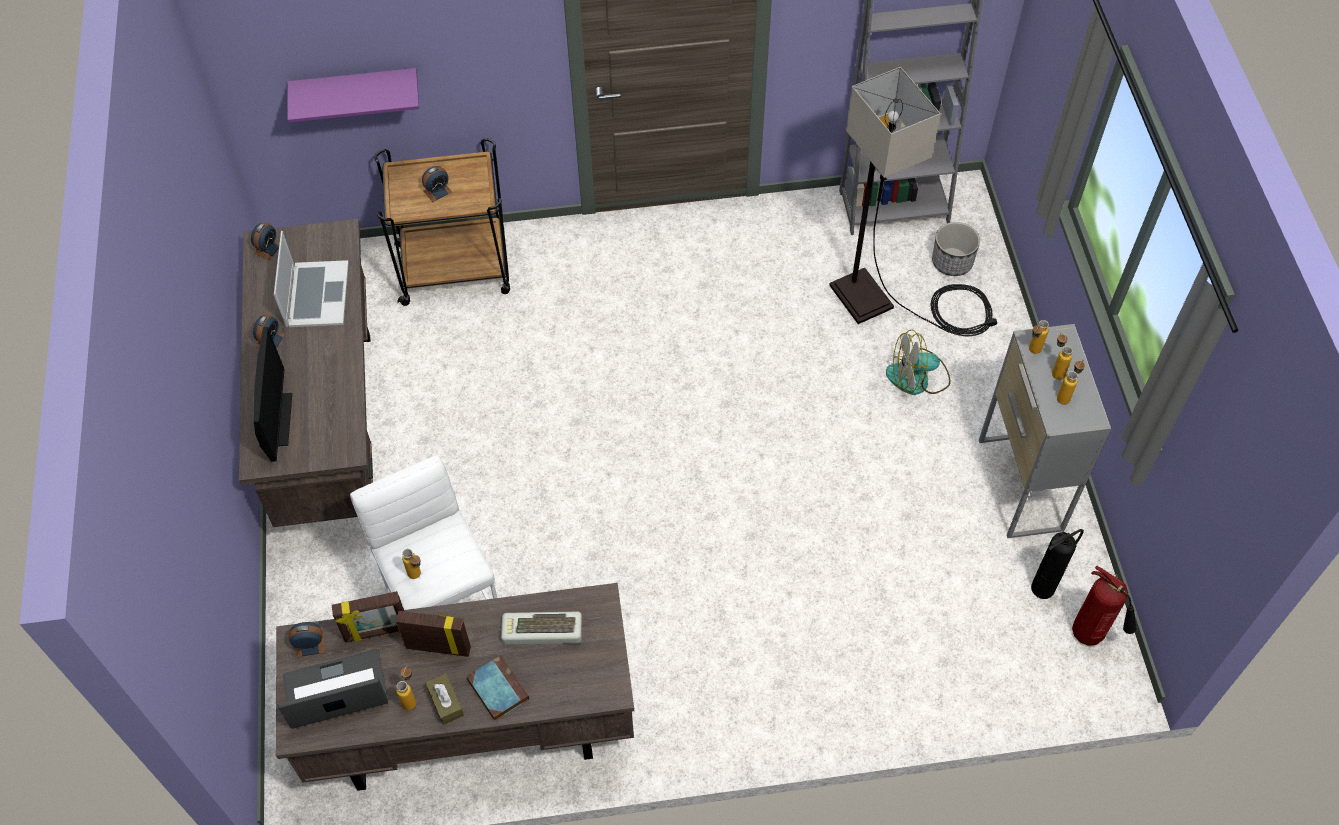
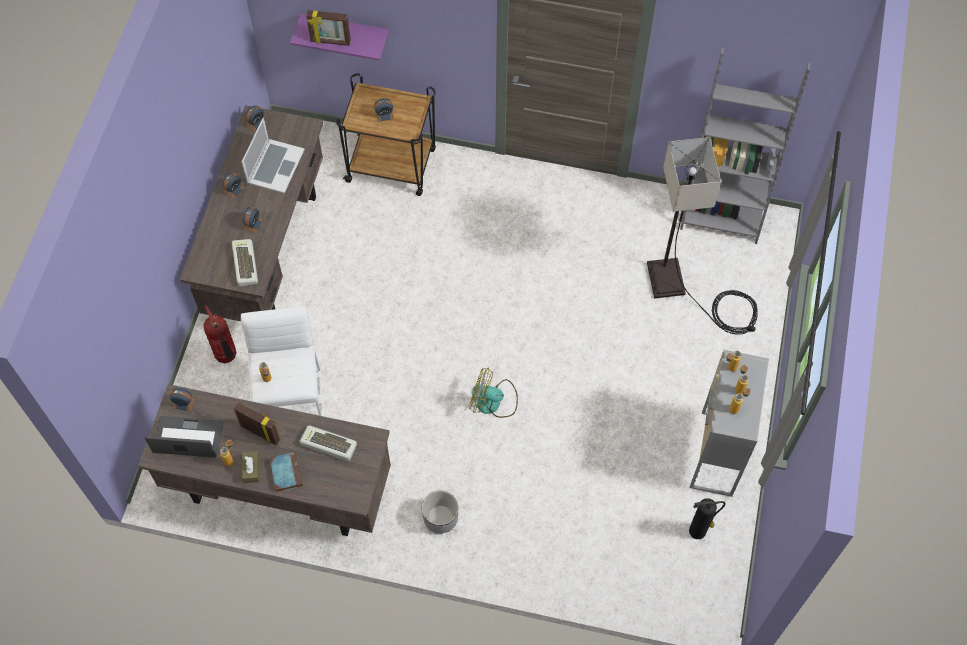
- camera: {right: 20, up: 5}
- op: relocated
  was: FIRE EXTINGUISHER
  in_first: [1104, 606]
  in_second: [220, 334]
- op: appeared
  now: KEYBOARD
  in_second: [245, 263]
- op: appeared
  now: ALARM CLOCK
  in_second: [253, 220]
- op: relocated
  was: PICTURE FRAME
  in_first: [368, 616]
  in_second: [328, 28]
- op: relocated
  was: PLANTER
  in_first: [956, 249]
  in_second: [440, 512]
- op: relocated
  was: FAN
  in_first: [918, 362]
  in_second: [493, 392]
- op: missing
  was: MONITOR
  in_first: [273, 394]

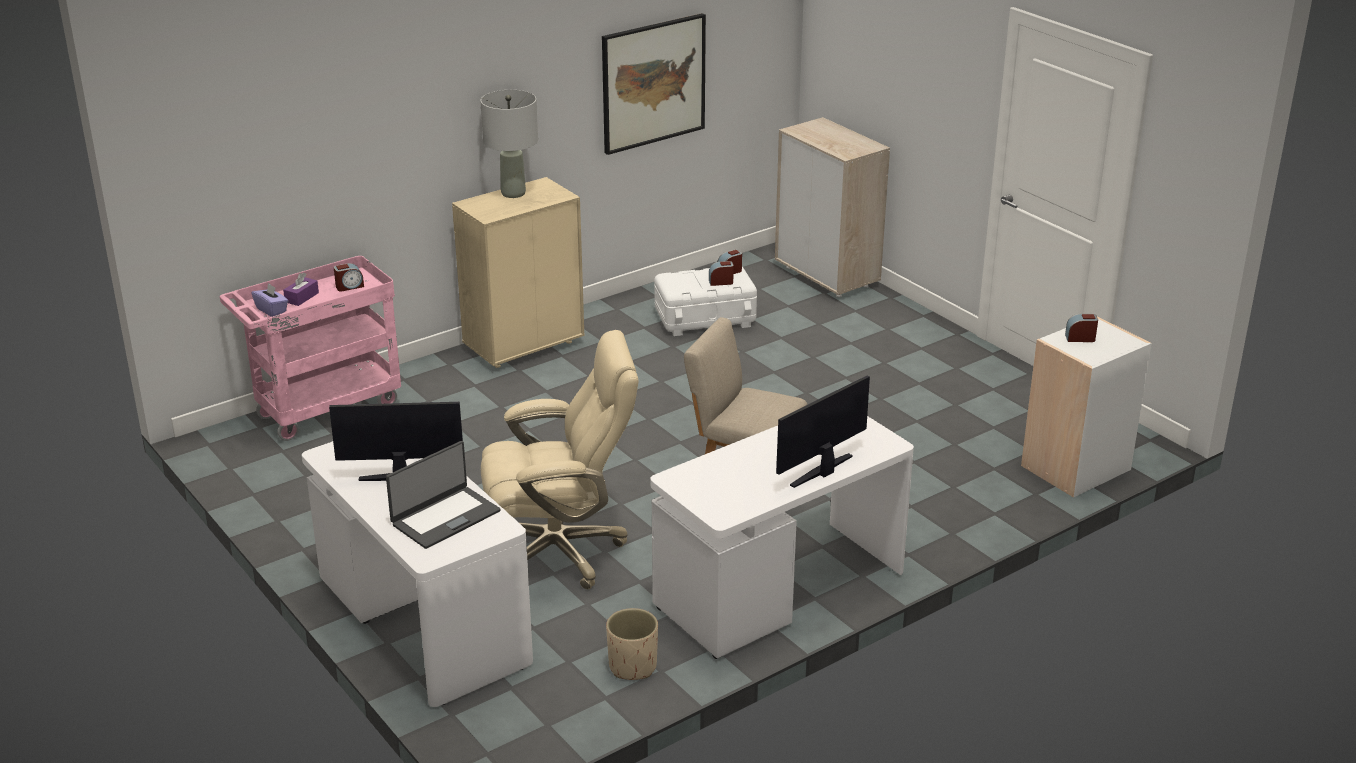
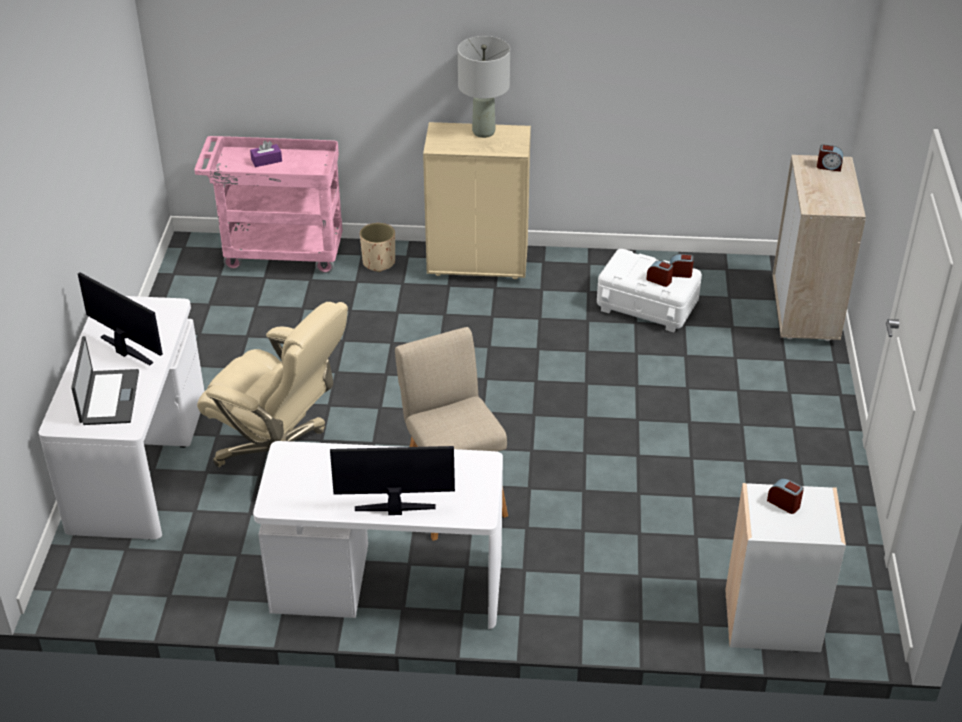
- camera: {right: 40, up: 10}
- op: spun
  was: LAPTOP
  in_first: [443, 495]
  in_second: [105, 380]
  clockwise: -90
- op: relocated
  was: BEIGE PLANTER
  in_first: [632, 644]
  in_second: [377, 247]
- op: relocated
  was: ALARM CLOCK
  in_first: [349, 277]
  in_second: [830, 158]
- op: missing
  was: PURPLE TISSUE BOX
  in_first: [270, 300]
- op: missing
  was: PICTURE
  in_first: [654, 84]

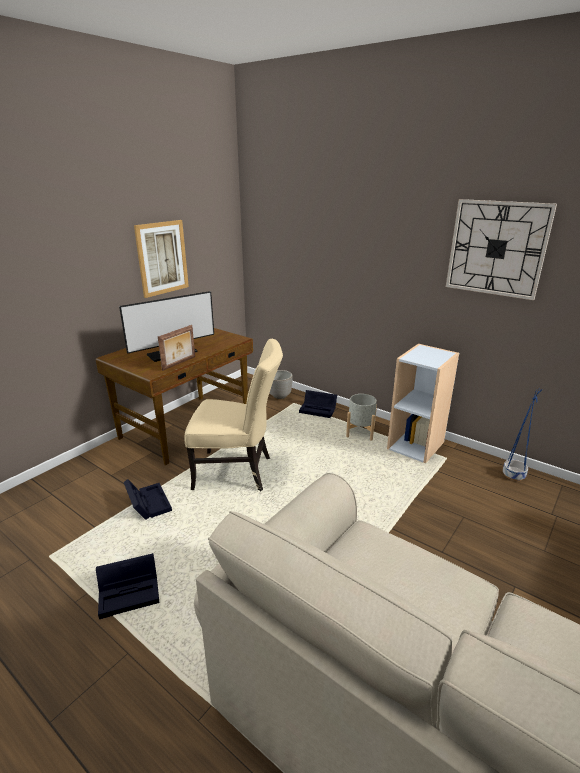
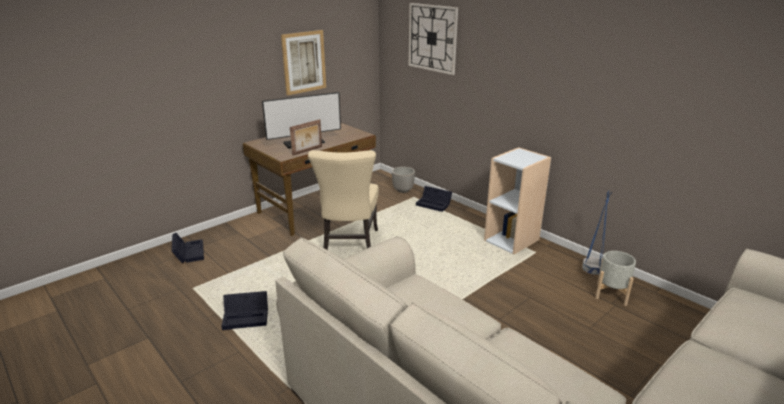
- camera: {right: 10, up: 0}
- op: relocated
  was: BLACK STORAGE BOX
  in_first: [148, 499]
  in_second: [188, 248]
- op: spun
  was: BEIGE CHAIR
  in_first: [233, 415]
  in_second: [343, 200]
  clockwise: 75
- op: relocated
  was: WALL CLOCK
  in_first: [501, 249]
  in_second: [433, 39]
- op: relocated
  was: GREY PLANTER
  in_first: [361, 417]
  in_second: [615, 278]

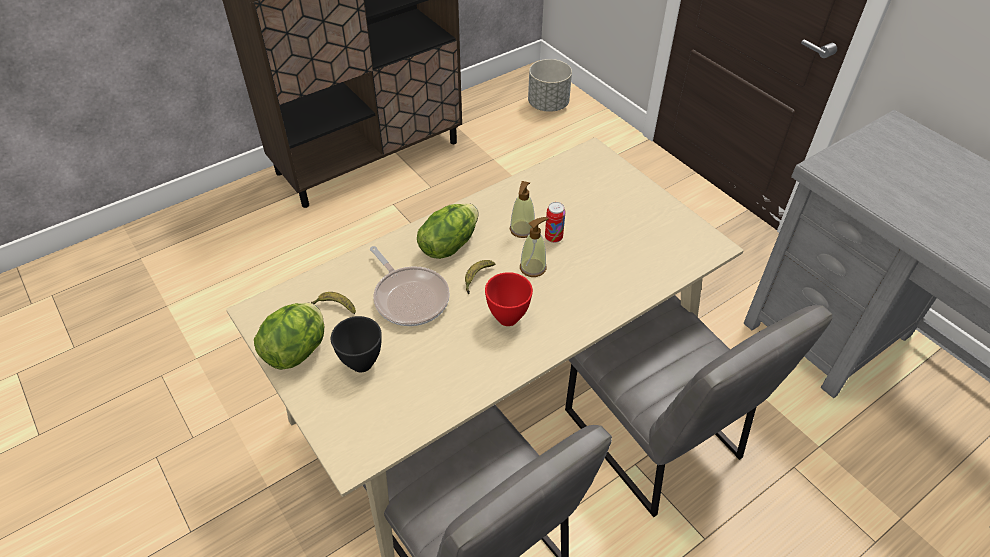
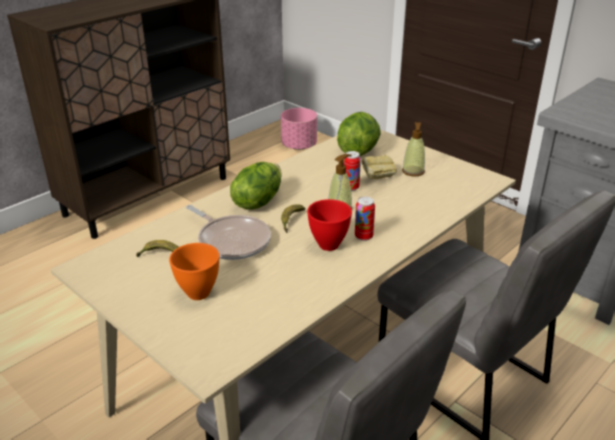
- camera: {right: -10, up: -15}
- op: colour
  was: BLACK BOWL
  now: ORANGE BOWL
  in_first: [356, 344]
  in_second: [194, 271]
- op: colour
  was: GREY PLANTER
  now: PINK PLANTER
  in_first: [550, 85]
  in_second: [299, 129]
- op: relocated
  was: LETTUCE
  in_first: [289, 336]
  in_second: [359, 134]
- op: appeared
  now: CAN
  in_second: [365, 218]
- op: appeared
  now: BREAD
  in_second: [379, 167]
- op: relocated
  was: SOAP DISPENSER
  in_first: [522, 209]
  in_second: [413, 149]

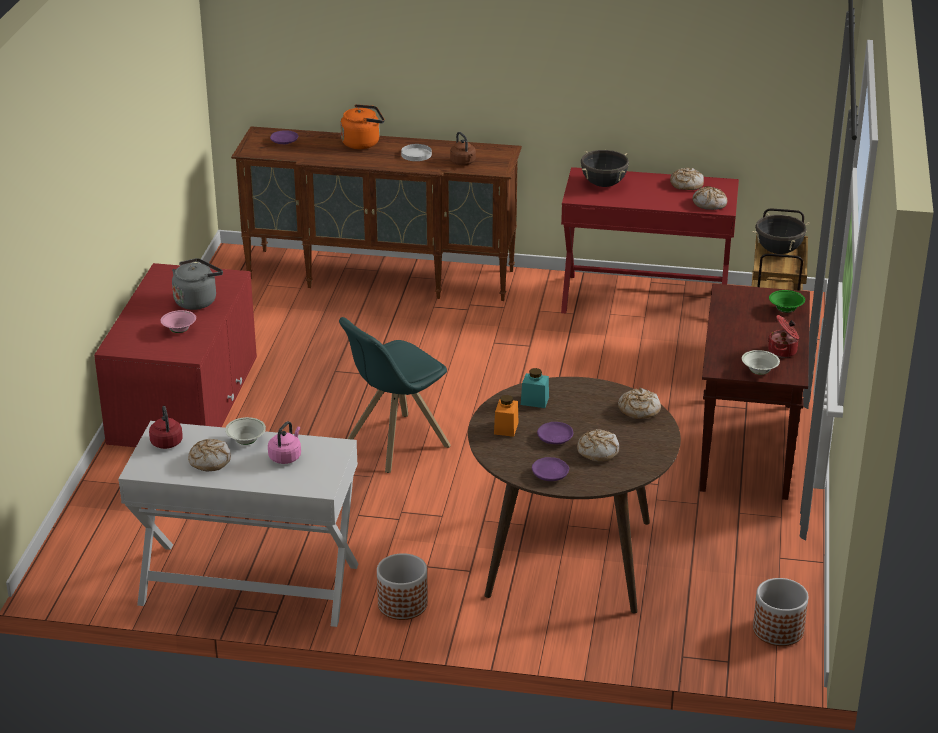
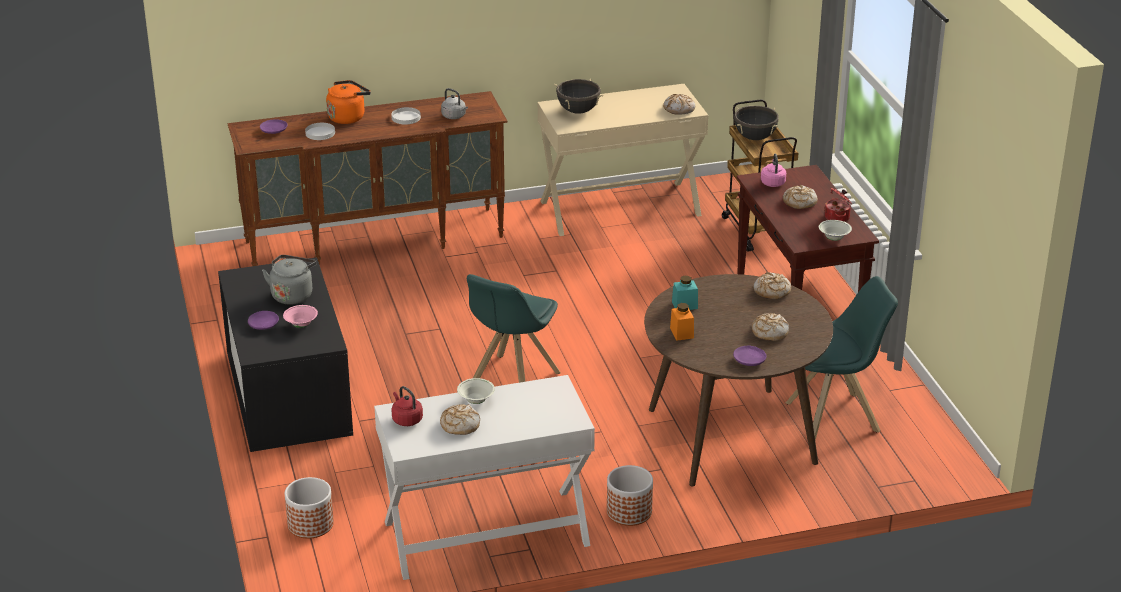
- camera: {right: -25, up: 0}
- op: colour
  was: RED CABINET
  now: BLACK CABINET
  in_first: [175, 355]
  in_second: [285, 354]
- op: relocated
  was: PURPLE PLATE
  in_first: [555, 433]
  in_second: [263, 320]
- op: relocated
  was: PLANTER
  in_first: [780, 612]
  in_second: [309, 508]
- op: appeared
  now: WHITE PLATE
  in_second: [320, 131]
- op: colour
  was: BROWN KETTLE
  now: GREY KETTLE
  in_first: [463, 148]
  in_second: [454, 103]
- op: colour
  was: RED CONSOLE TABLE
  now: BEIGE CONSOLE TABLE
  in_first: [650, 240]
  in_second: [622, 160]
- op: relocated
  was: PINK KETTLE
  in_first: [284, 442]
  in_second: [773, 170]
- op: relocated
  was: BREAD
  in_first: [687, 179]
  in_second: [800, 197]
- op: appeared
  now: TURQUOISE CHAIR
  in_second: [842, 358]
- op: missing
  was: GREEN BOWL
  in_first: [787, 301]

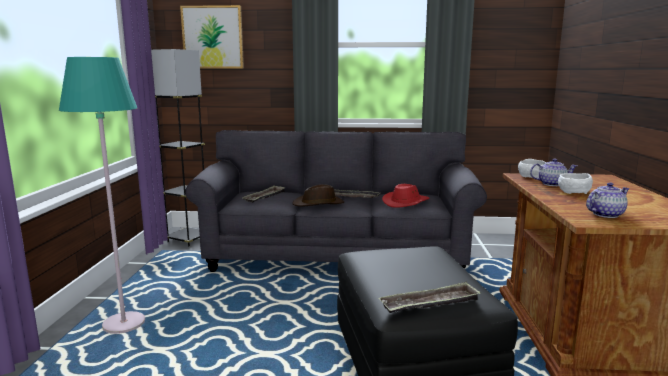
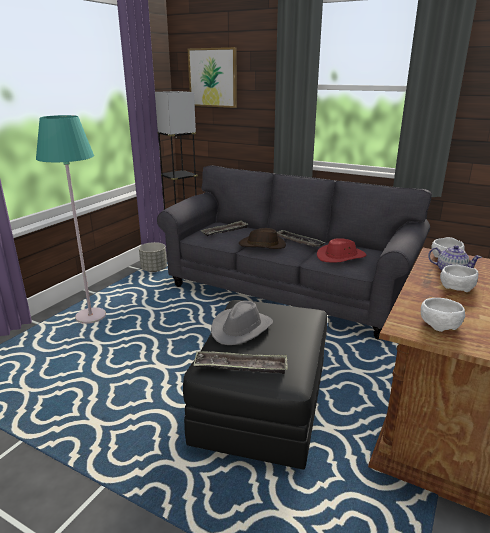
- camera: {right: 25, up: 10}
- op: appeared
  now: GREY PLANTER
  in_second: [153, 257]
- op: appeared
  now: GREY HAT
  in_second: [242, 323]
- op: exchanged
  was: TEAPOT
  now: WHITE BOWL
  in_first: [608, 200]
  in_second: [443, 315]

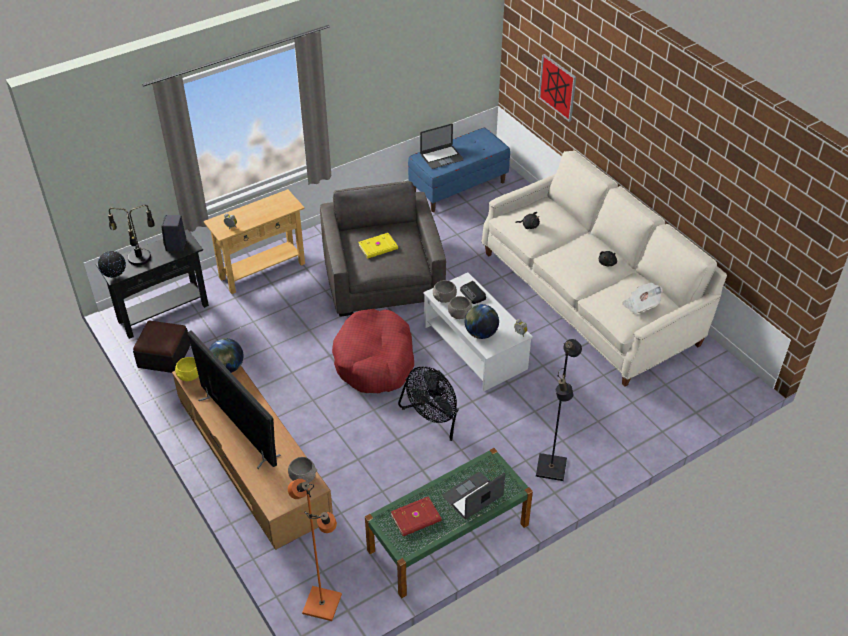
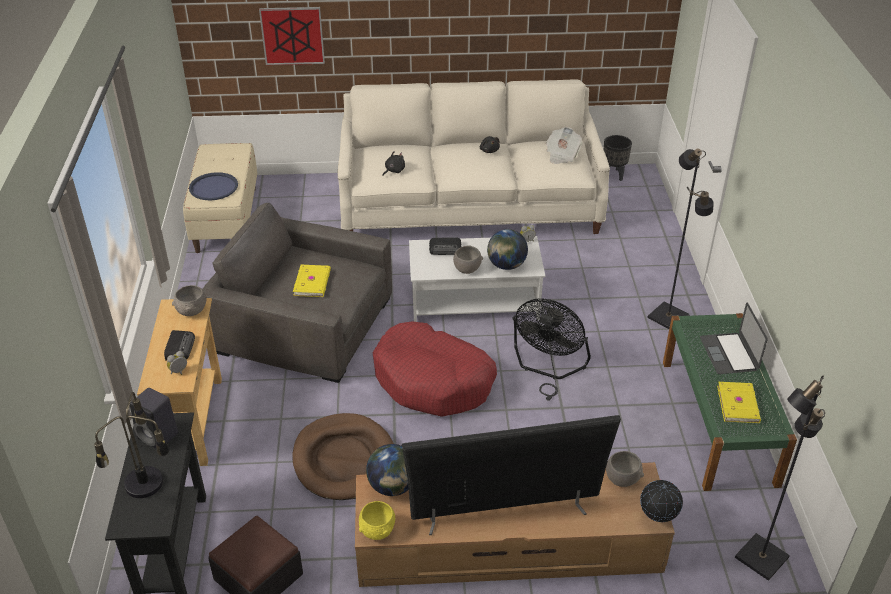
- camera: {right: -60, up: -5}
- op: appeared
  now: RADIO
  in_second: [179, 345]
- op: relocated
  was: GREY BOWL
  in_first: [445, 291]
  in_second: [189, 300]
- op: colour
  was: BLUE BENCH
  now: BEIGE BENCH
  in_first: [459, 169]
  in_second: [220, 198]
- op: exchanged
  was: LAPTOP
  now: BLUE TRAY
  in_first: [442, 146]
  in_second: [213, 186]
- op: appeared
  now: BROWN DOG BED
  in_second: [343, 456]
- op: spun
  was: BLACK FAN
  in_first: [428, 404]
  in_second: [551, 349]
  clockwise: -135
- op: appeared
  now: BLACK PLANTER
  in_second: [618, 158]
- op: relocated
  was: GLOBE
  in_first: [112, 264]
  in_second: [661, 501]
- op: colour
  was: RED BOOK
  now: YELLOW BOOK
  in_first: [416, 516]
  in_second: [739, 402]
- op: colour
  was: ORANGE FLOOR LAMP
  now: BLACK FLOOR LAMP
  in_first: [315, 550]
  in_second: [780, 478]

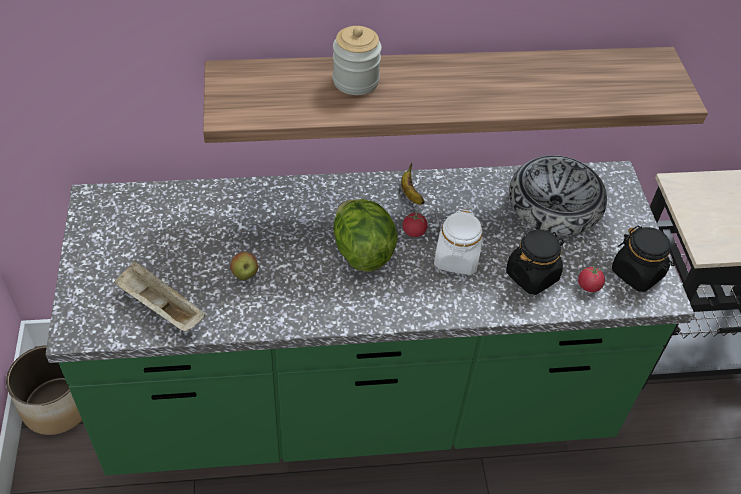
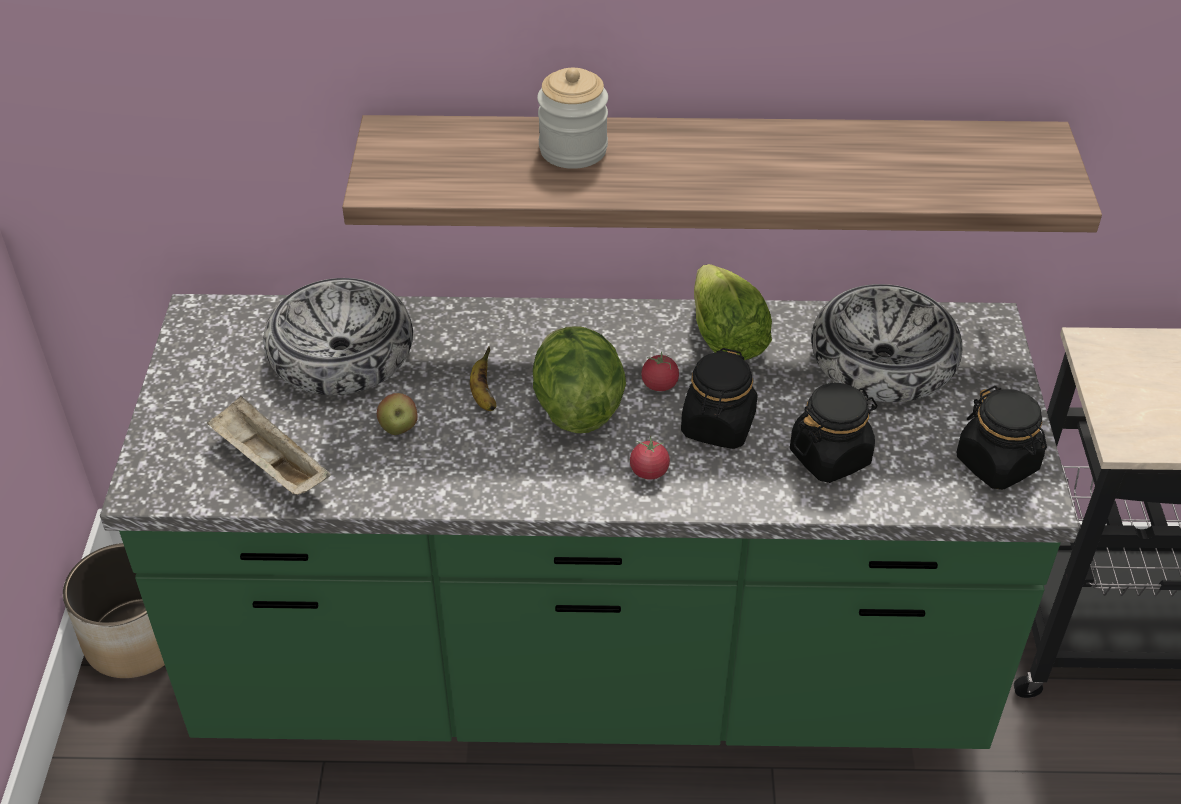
- camera: {right: 10, up: -5}
- op: appeared
  now: BOWL
  in_second: [338, 336]
- op: relocated
  was: BANANA
  in_first: [413, 184]
  in_second: [483, 378]
- op: relocated
  was: TOMATO
  in_first: [591, 278]
  in_second: [650, 458]
- op: colour
  was: WHITE JAR
  now: BLACK JAR
  in_first: [458, 242]
  in_second: [719, 398]
- op: appeared
  now: LETTUCE
  in_second: [733, 312]

